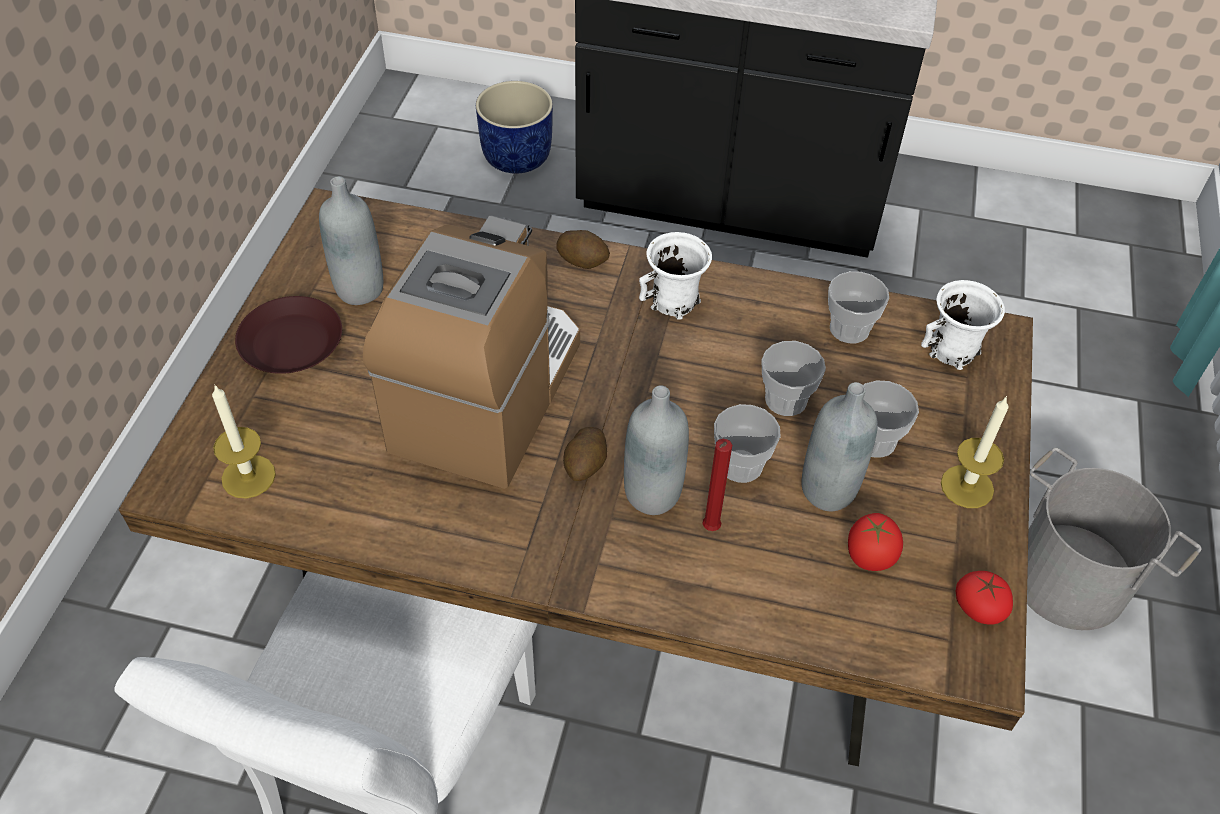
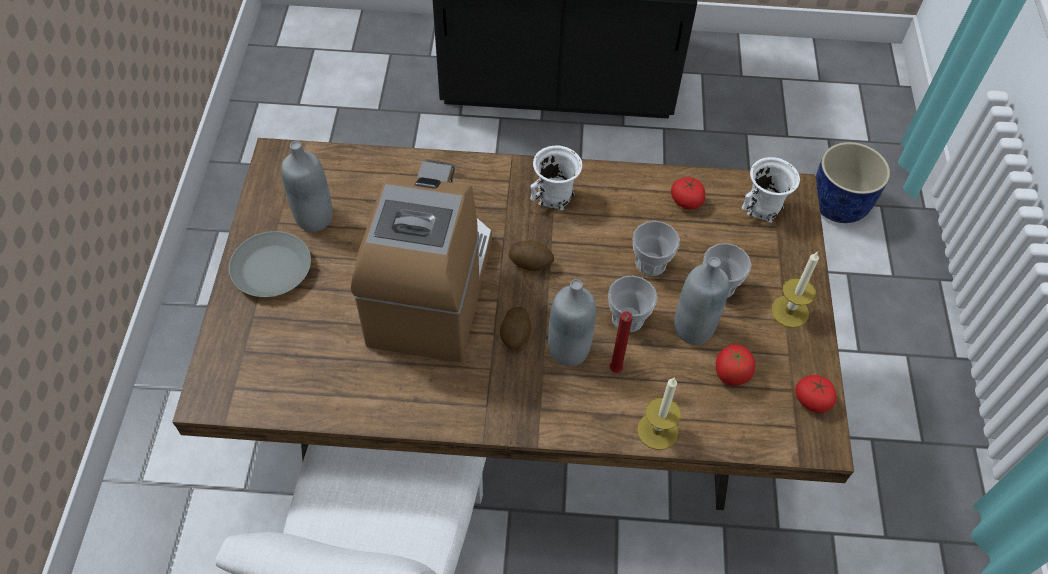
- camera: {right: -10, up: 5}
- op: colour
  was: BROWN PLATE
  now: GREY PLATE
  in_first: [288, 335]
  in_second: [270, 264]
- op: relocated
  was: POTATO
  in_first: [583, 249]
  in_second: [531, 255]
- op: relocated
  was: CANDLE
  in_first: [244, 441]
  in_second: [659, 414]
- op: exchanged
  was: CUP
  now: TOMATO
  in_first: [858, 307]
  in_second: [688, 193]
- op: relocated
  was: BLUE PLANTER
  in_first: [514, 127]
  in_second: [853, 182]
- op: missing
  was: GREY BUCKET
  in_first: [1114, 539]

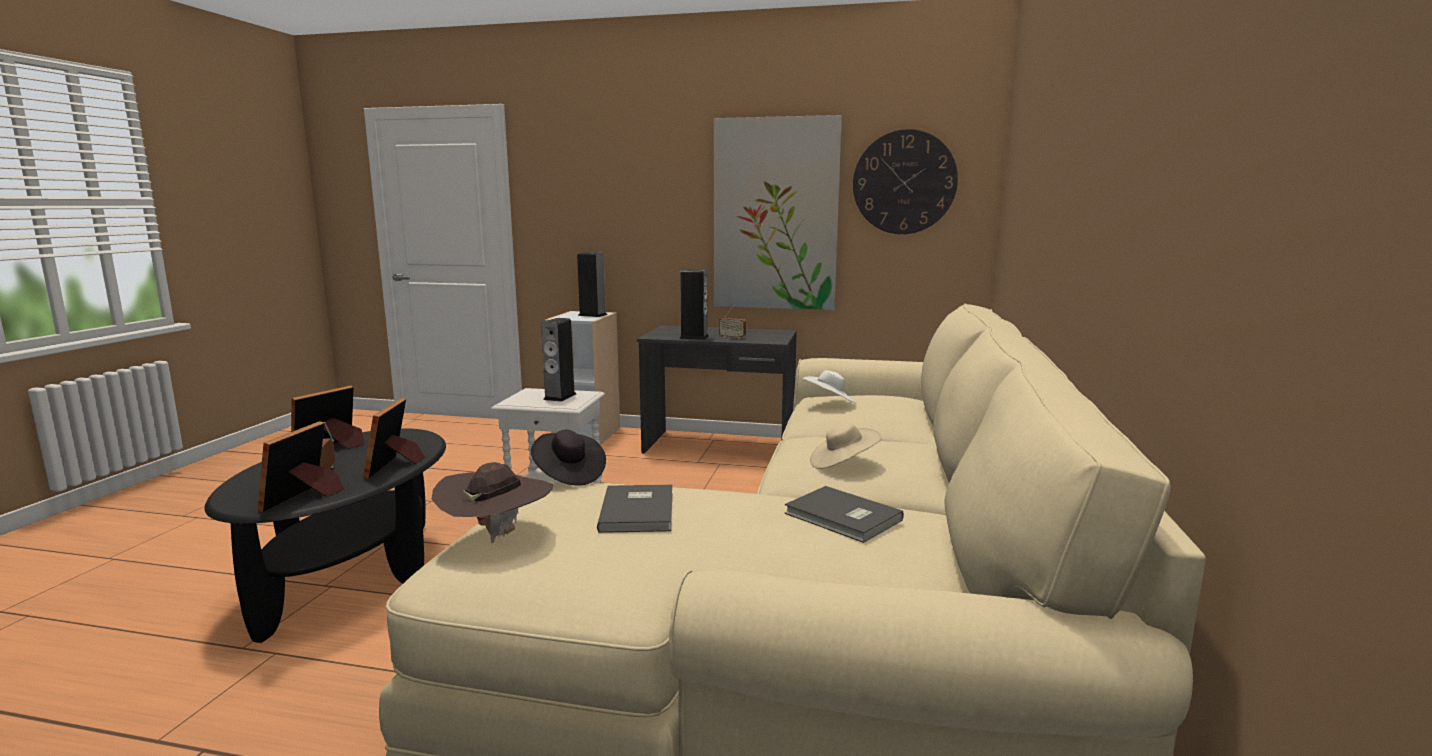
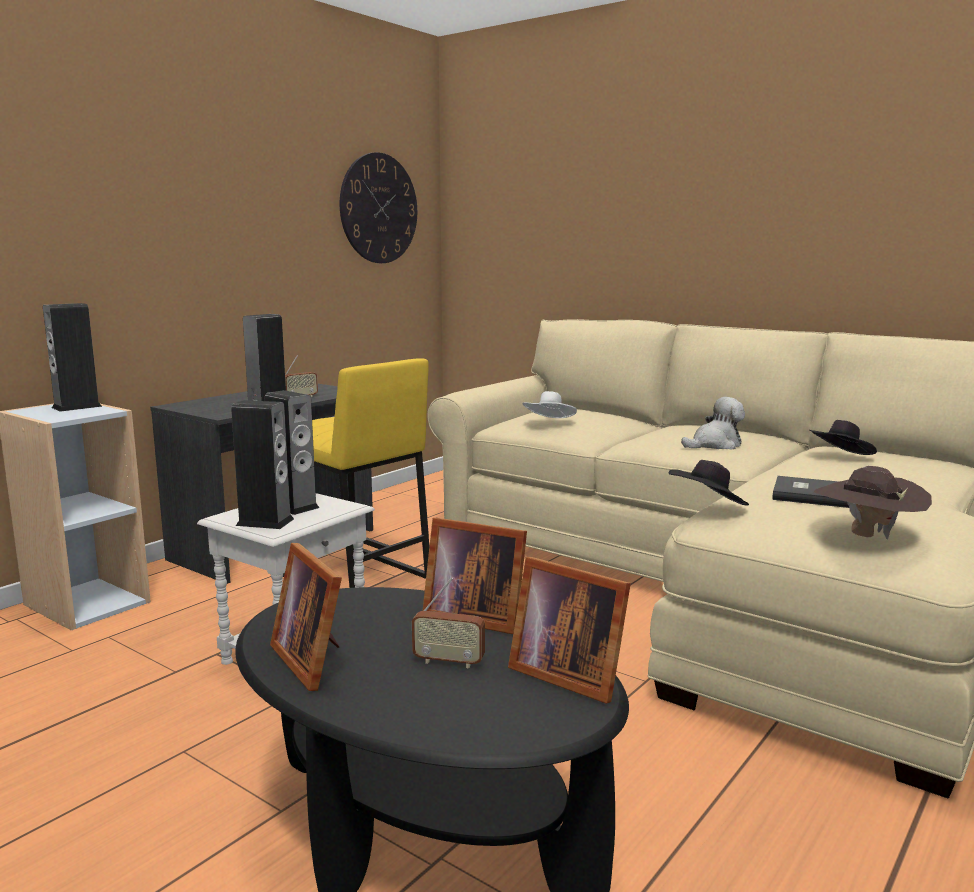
- camera: {right: -65, up: 0}
- op: appeared
  now: SPEAKER
  in_second: [262, 464]
- op: appeared
  now: YELLOW STOOL
  in_second: [356, 473]
- op: exchanged
  was: BEIGE HAT
  now: PLUSH TOY
  in_first: [846, 446]
  in_second: [713, 423]
- op: exchanged
  was: GREY BOOK
  now: BLACK HAT
  in_first: [844, 514]
  in_second: [843, 437]
- op: missing
  was: PICTURE
  in_first: [778, 212]

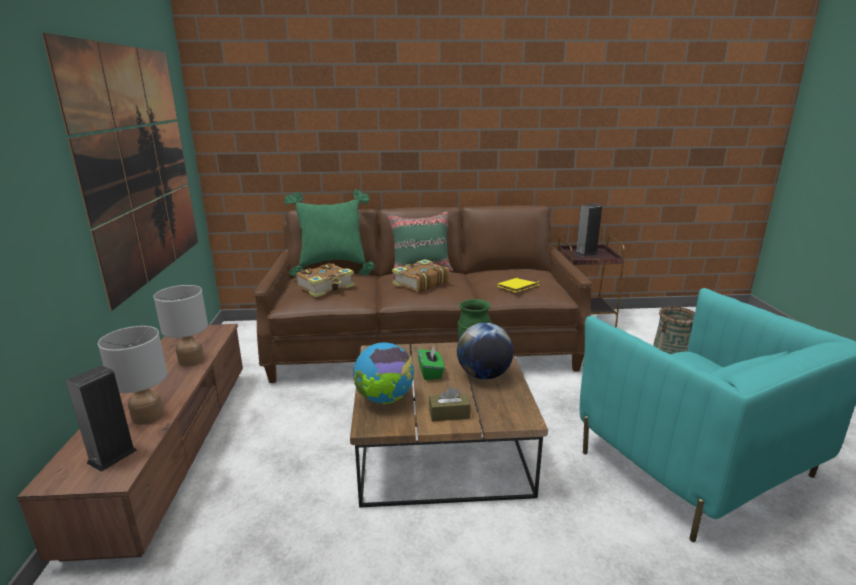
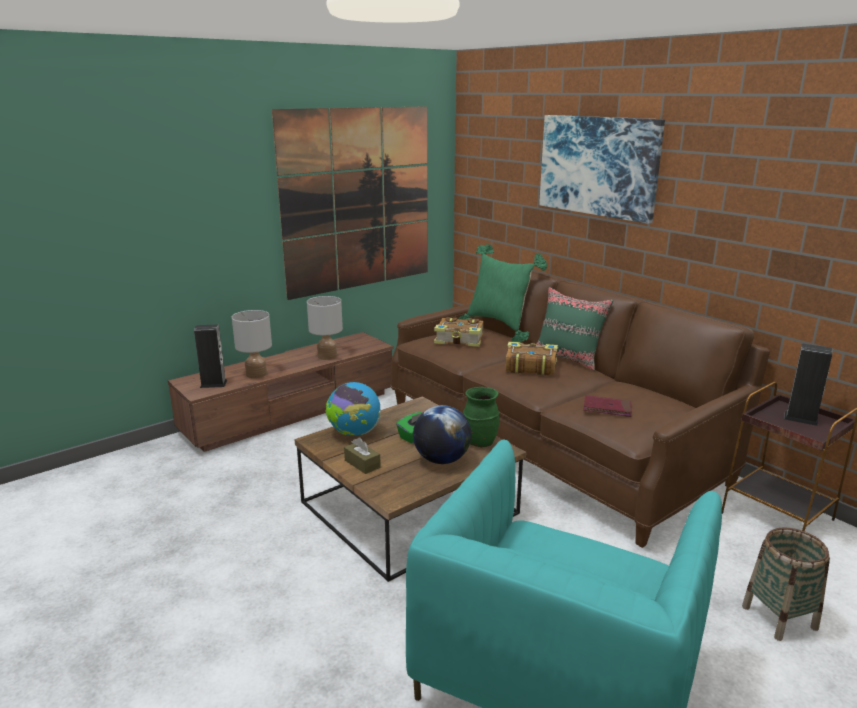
- camera: {right: 55, up: 0}
- op: appeared
  now: PICTURE
  in_second: [602, 169]
- op: colour
  was: YELLOW BOOK
  now: RED BOOK
  in_first: [518, 284]
  in_second: [608, 406]

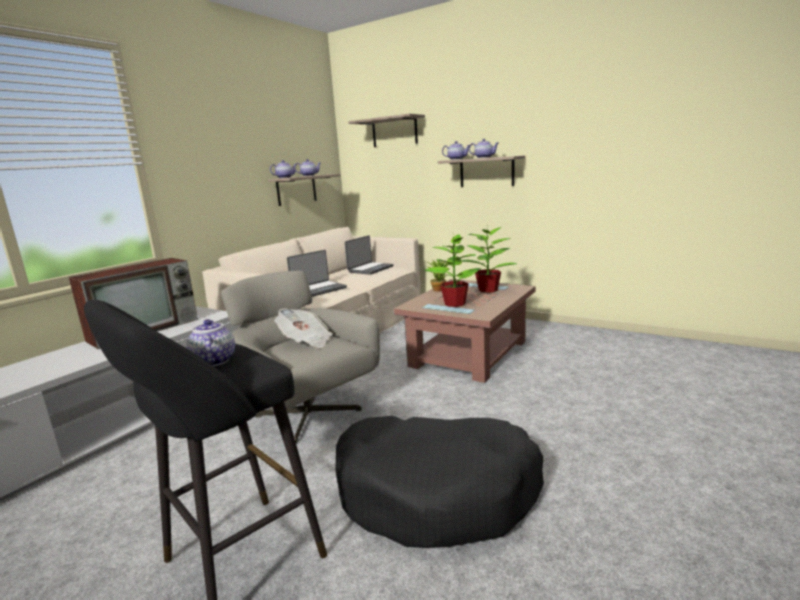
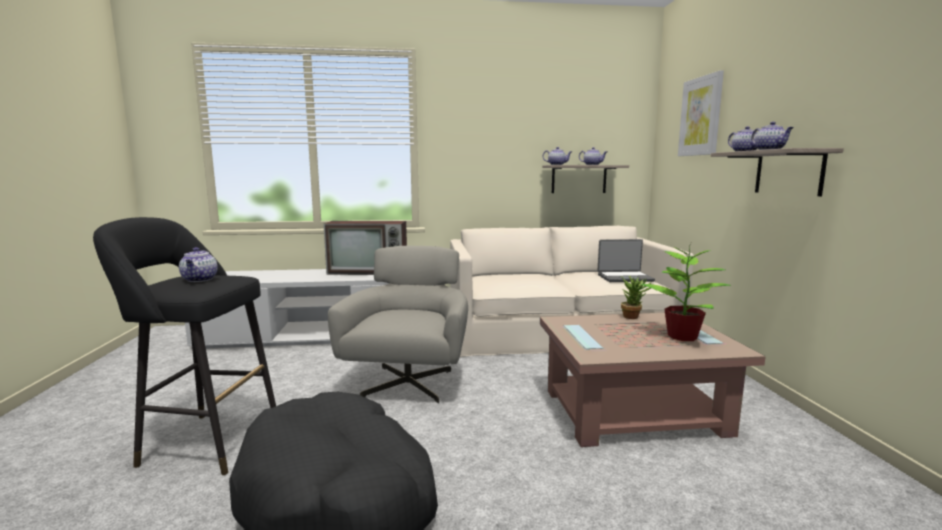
- camera: {right: 50, up: -5}
- op: spun
  was: TEAPOT
  in_first: [210, 342]
  in_second: [198, 264]
  clockwise: 135
- op: exchanged
  was: SHELF
  now: PICTURE
  in_first: [386, 130]
  in_second: [701, 113]
- op: missing
  was: NEWSPAPER
  in_first: [304, 328]
- op: missing
  was: LAPTOP
  in_first: [317, 273]
- op: missing
  was: POTTED PLANT
  in_first: [452, 270]

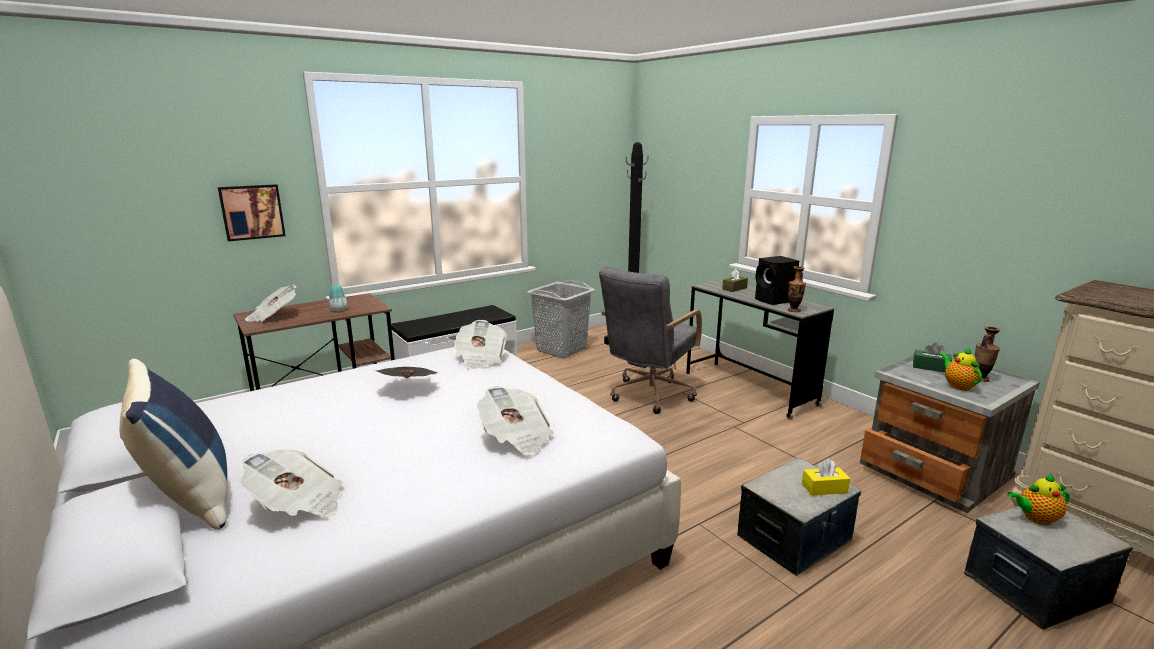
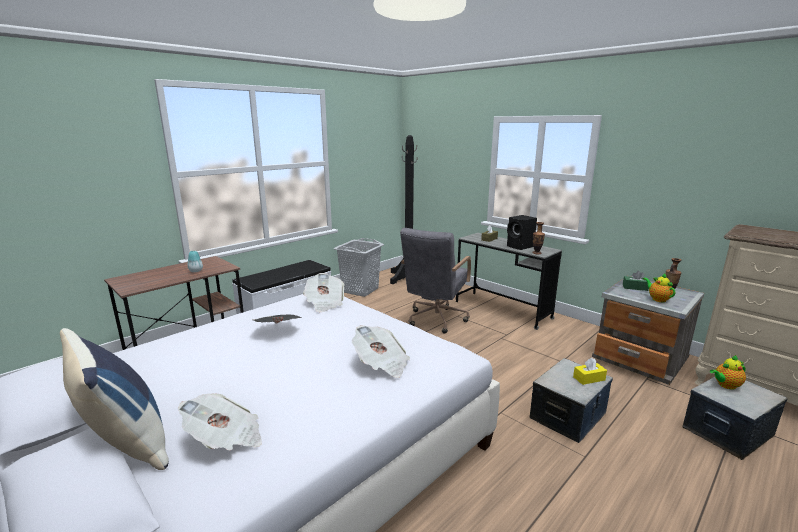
- camera: {right: -10, up: 0}
- op: missing
  was: PICTURE
  in_first: [252, 212]
- op: missing
  was: NEWSPAPER
  in_first: [271, 303]

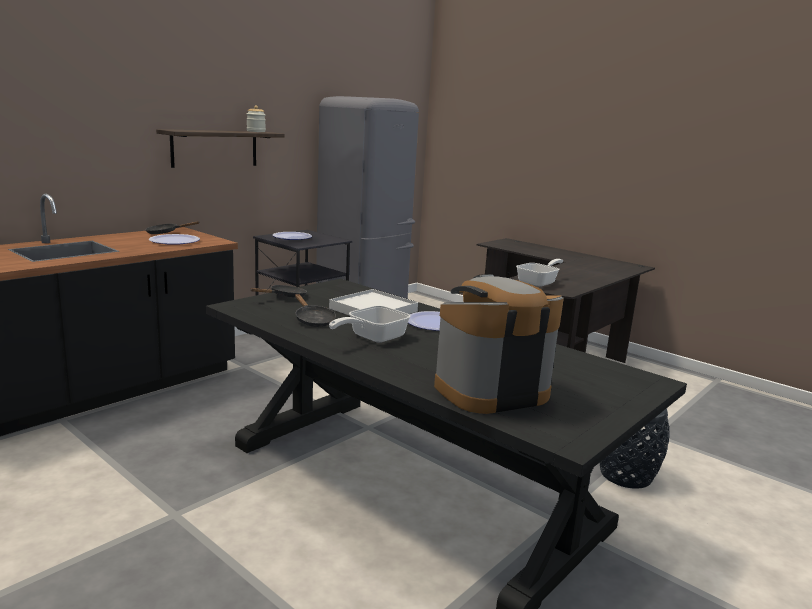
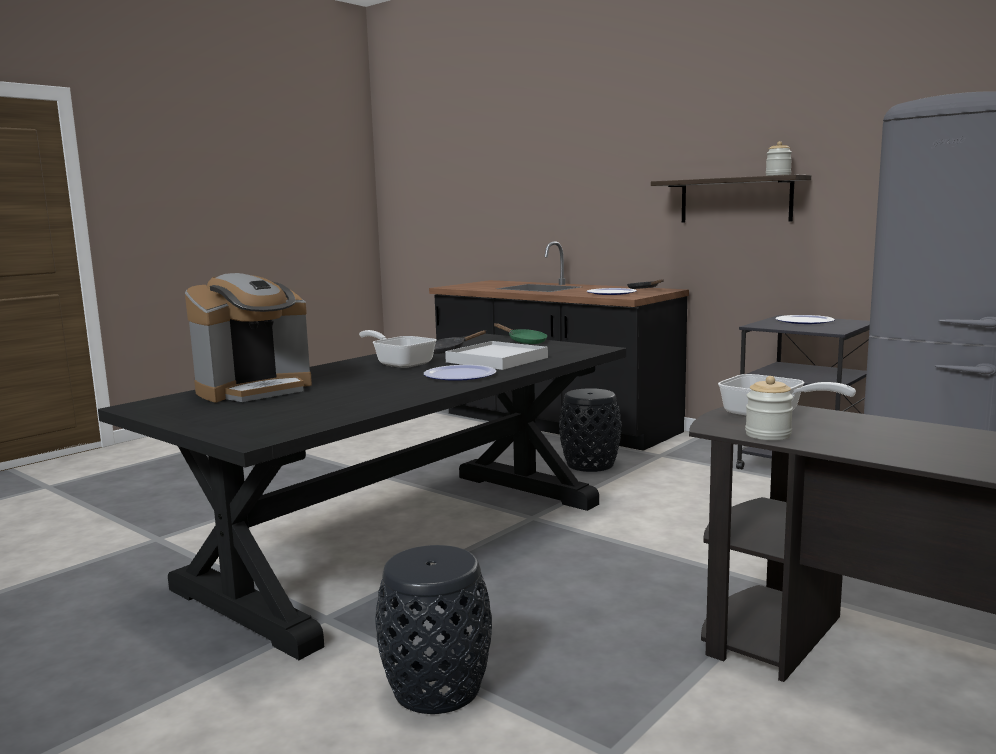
- camera: {right: 90, up: -5}
- op: spun
  was: COFFEE MACHINE
  in_first: [499, 344]
  in_second: [248, 338]
  clockwise: 75
- op: colour
  was: BLACK FRYING PAN
  now: GREEN FRYING PAN
  in_first: [278, 291]
  in_second: [520, 333]
- op: appeared
  now: BLACK STOOL
  in_second: [590, 430]
- op: appeared
  now: JAR
  in_second: [769, 408]

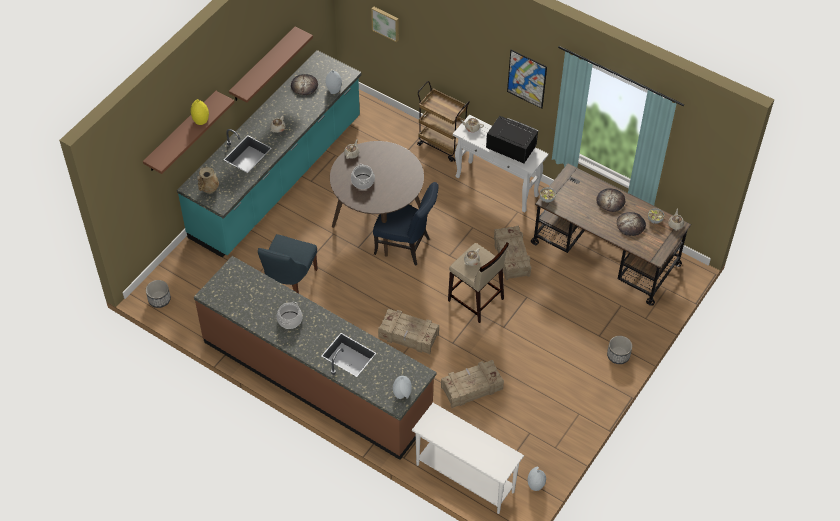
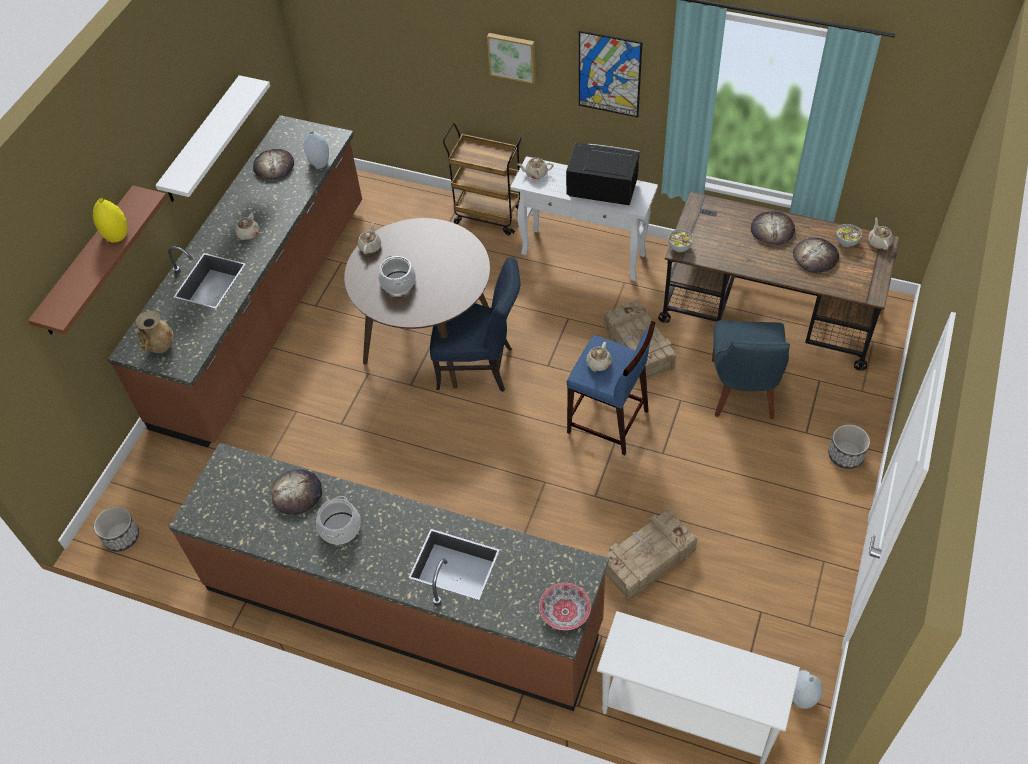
- camera: {right: -10, up: 0}
- op: colour
  was: TURQUOISE COUNTER
  now: BROWN COUNTER
  in_first: [269, 154]
  in_second: [235, 281]
- op: colour
  was: BROWN SHELF
  now: WHITE SHELF
  in_first: [271, 65]
  in_second: [212, 138]
- op: appeared
  now: BREAD
  in_second: [296, 492]
- op: relocated
  was: PICTURE
  in_first: [385, 24]
  in_second: [511, 58]
- op: exchanged
  was: GREY VASE
  now: BOWL
  in_first: [402, 387]
  in_second: [565, 606]
- op: colour
  was: BEIGE STOOL
  now: BLUE STOOL
  in_first: [478, 282]
  in_second: [611, 388]
- op: relocated
  was: BLUE CHAIR
  in_first: [288, 263]
  in_second: [751, 369]
- op: missing
  was: CRATE
  in_first: [408, 331]

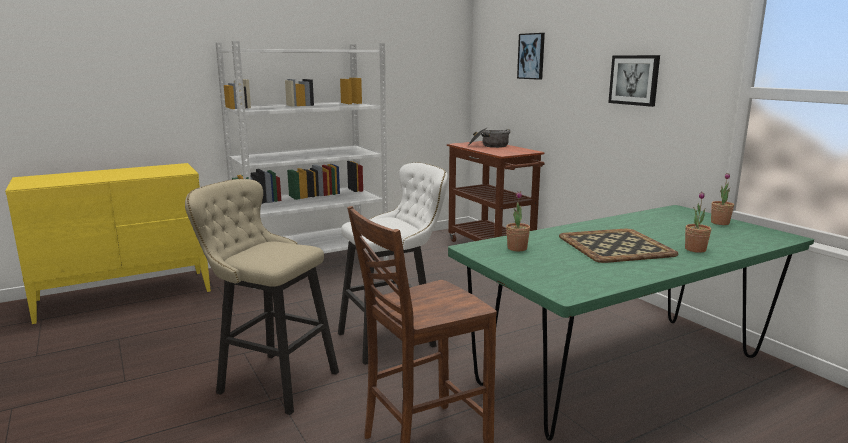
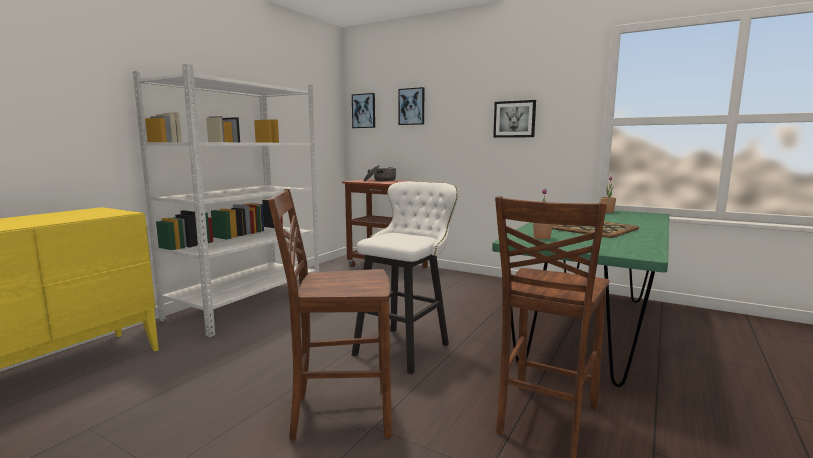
- camera: {right: -30, up: -5}
- op: exchanged
  was: BEIGE STOOL
  now: BROWN CHAIR
  in_first: [262, 297]
  in_second: [330, 314]
- op: appeared
  now: PICTURE
  in_second: [363, 110]
- op: missing
  was: POTTED PLANT
  in_first: [698, 222]

